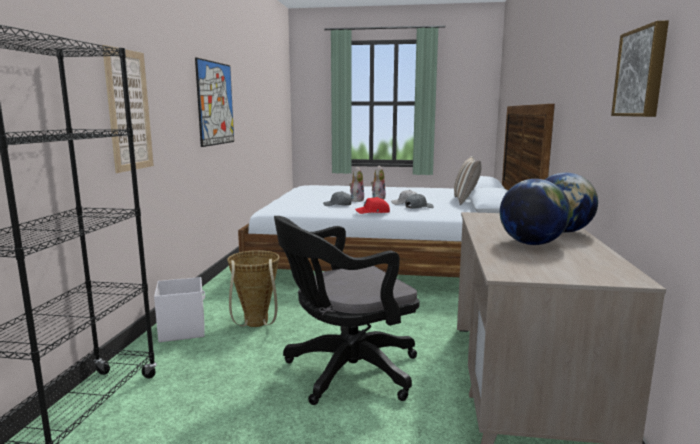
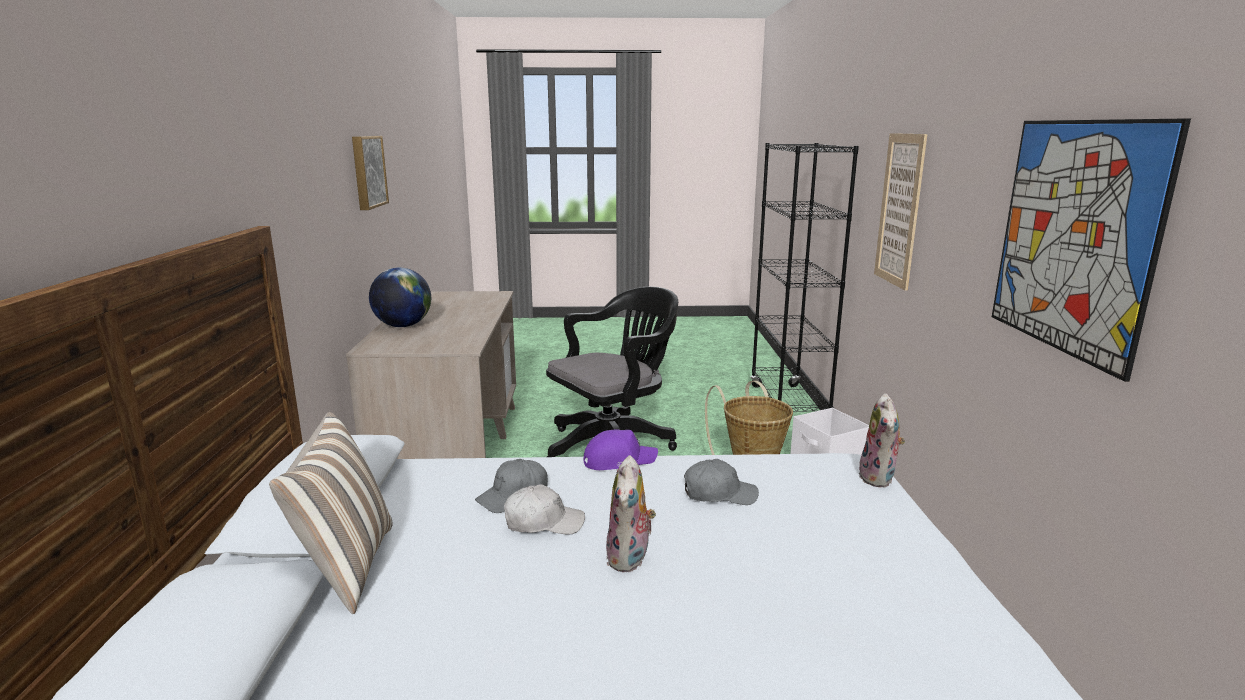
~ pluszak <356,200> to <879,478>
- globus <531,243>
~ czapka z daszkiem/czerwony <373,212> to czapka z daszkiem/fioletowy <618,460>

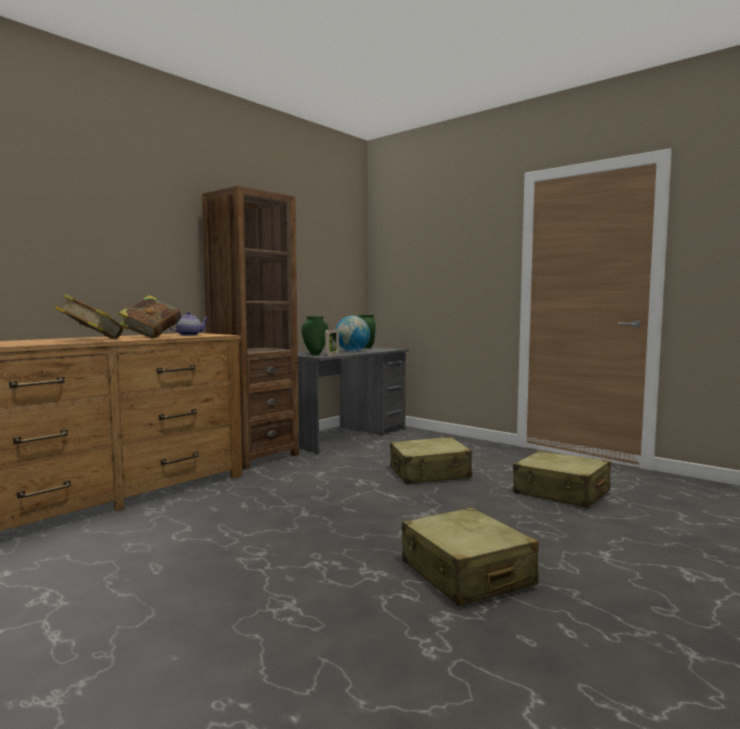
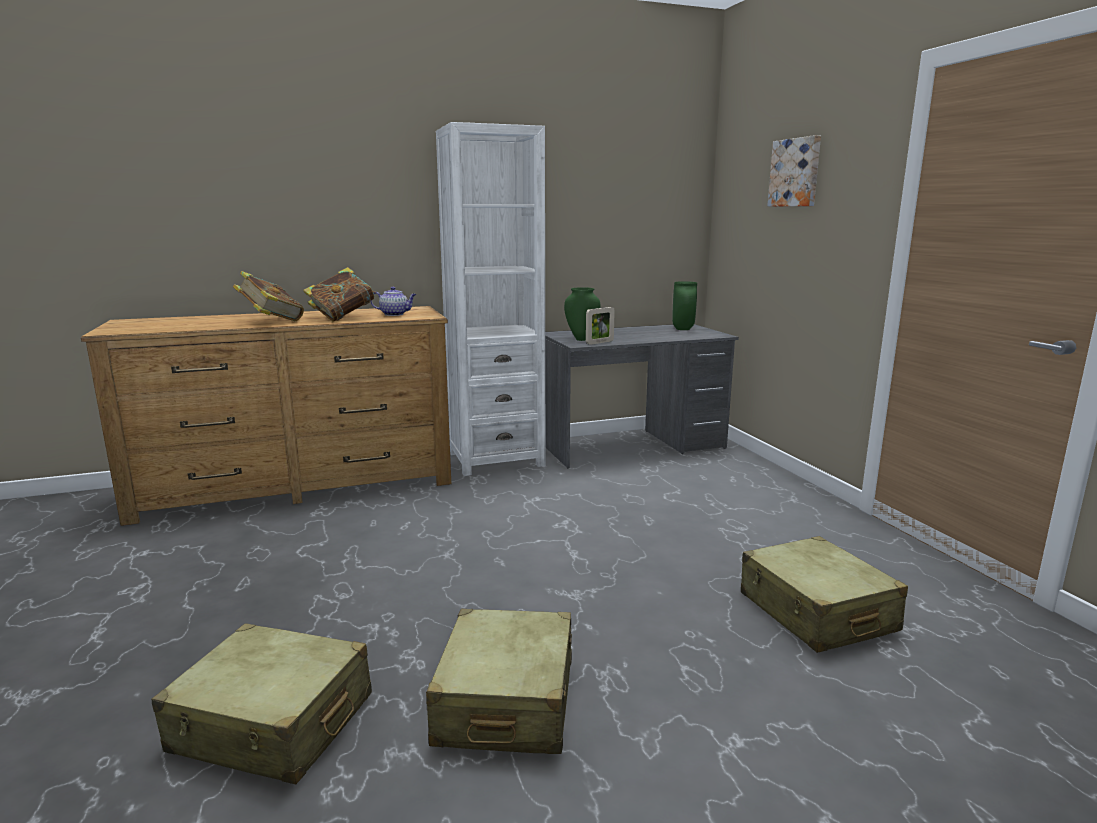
~ regał/brązowy <255,456> to regał/biały <496,459>
- globus <352,351>
~ walizka/beżowy <430,473> to <273,724>
+ obraz <796,173>

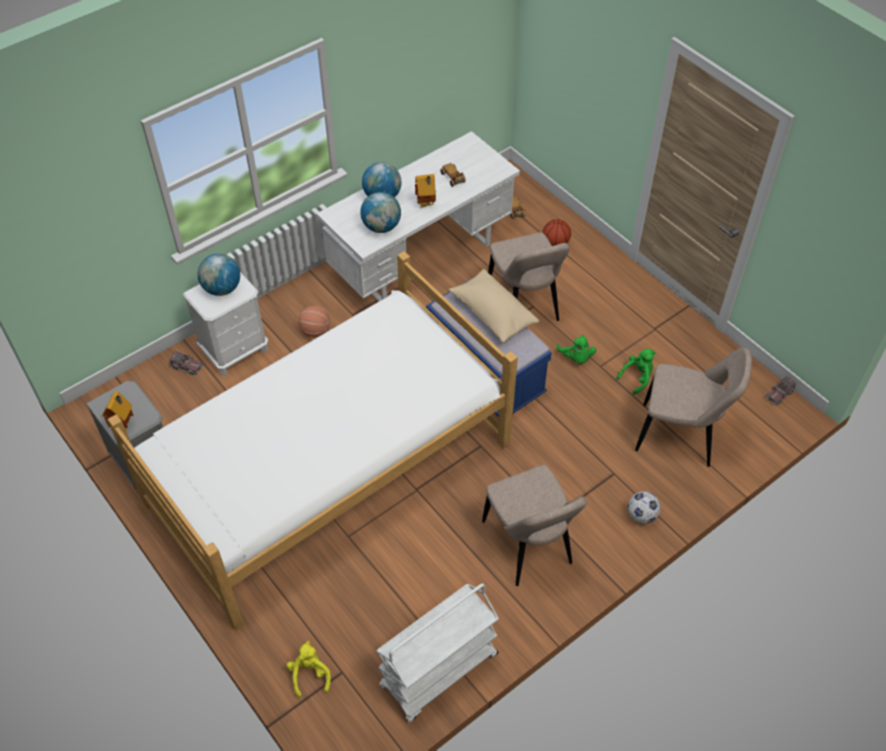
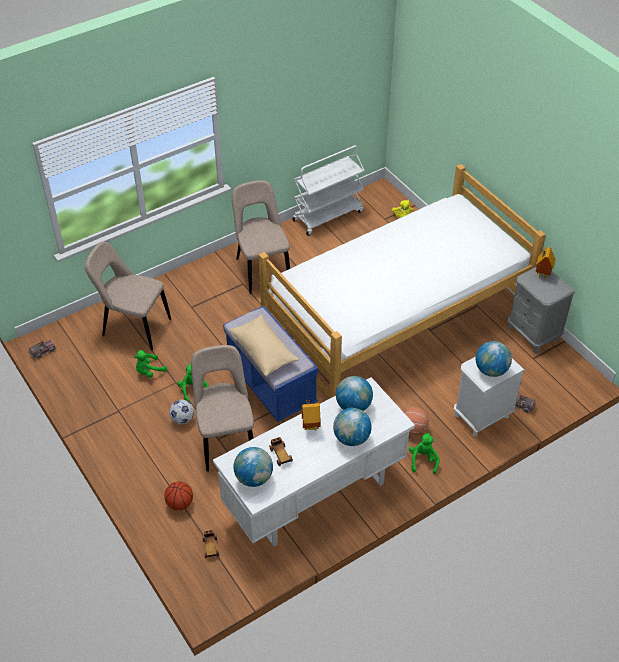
~ piłka futbolowa <641,515> to <182,419>
+ pluszak/zielony <423,460>
+ globus <254,478>

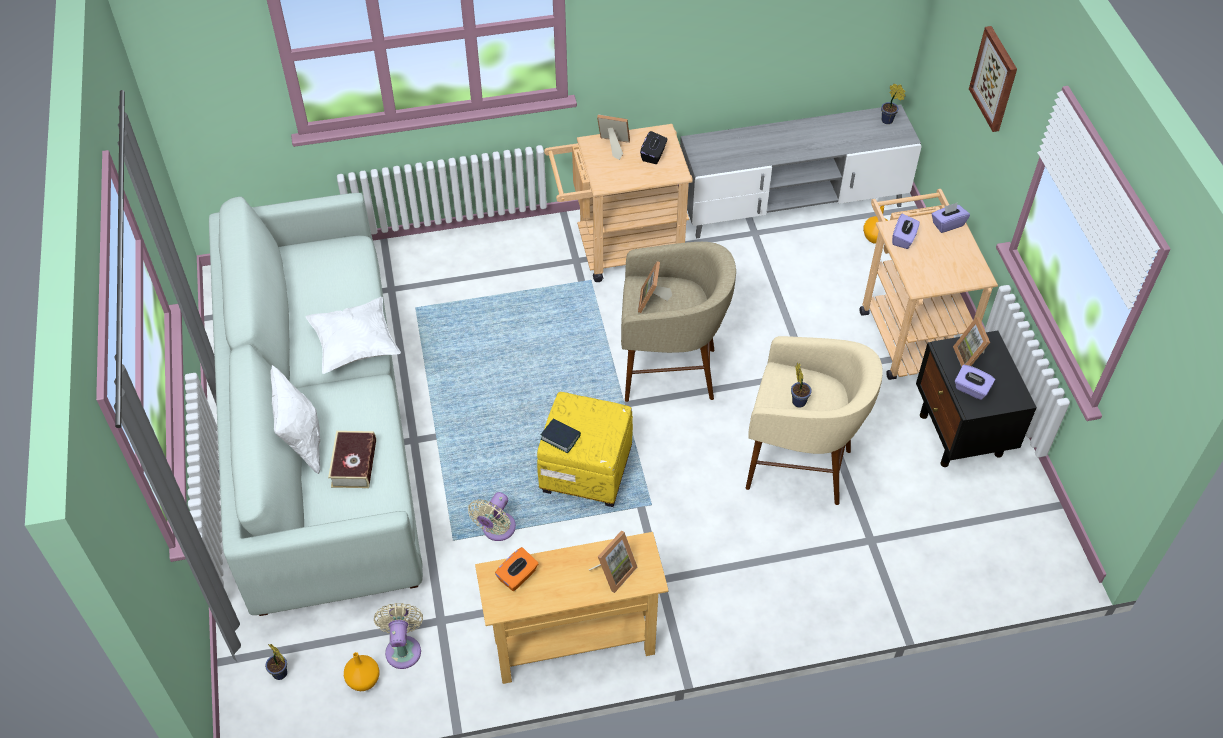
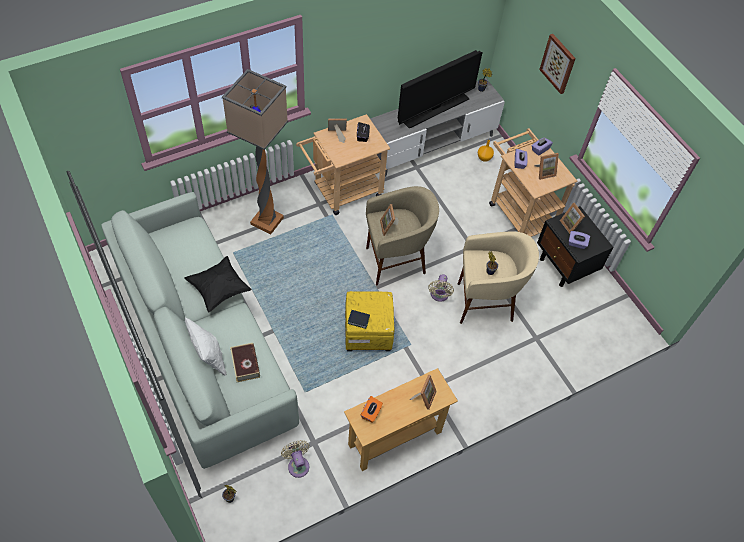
~ poduszka/biały <355,346> to poduszka/czarny <219,289>
~ wentylator/beżowy <496,530> to <439,295>
- wazon/pomarańczowy <363,680>
+ telewizor <435,109>
+ lampa stojąca <266,221>
+ ramka na zdjęcie <544,172>

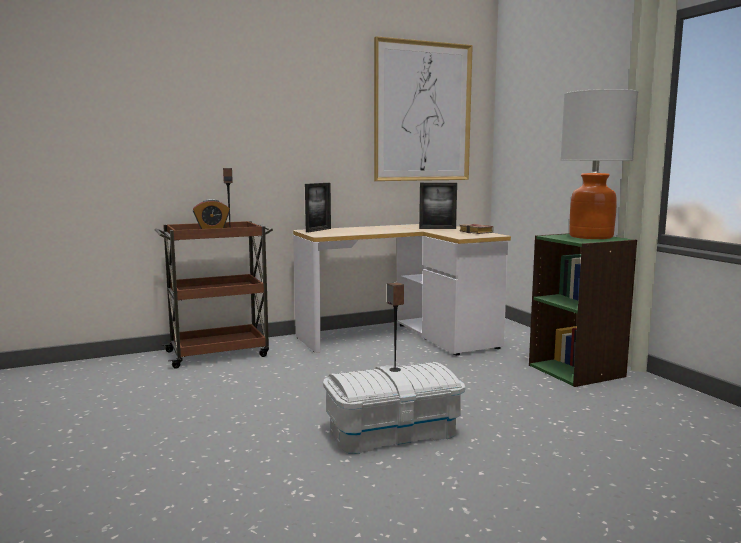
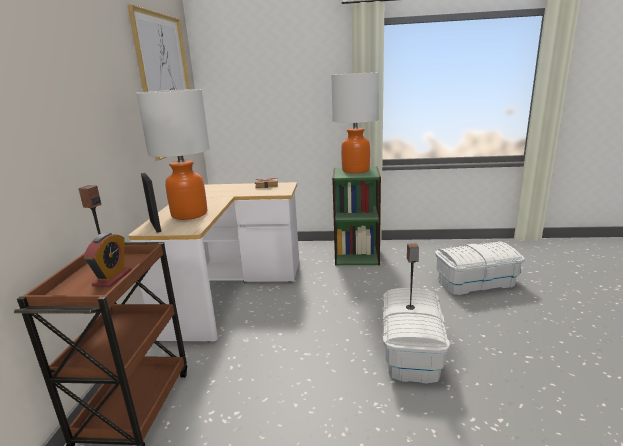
- ramka na zdjęcie <437,228>
+ lampa stołowa <190,214>
+ pojemnik do przechowywania/biały <475,282>

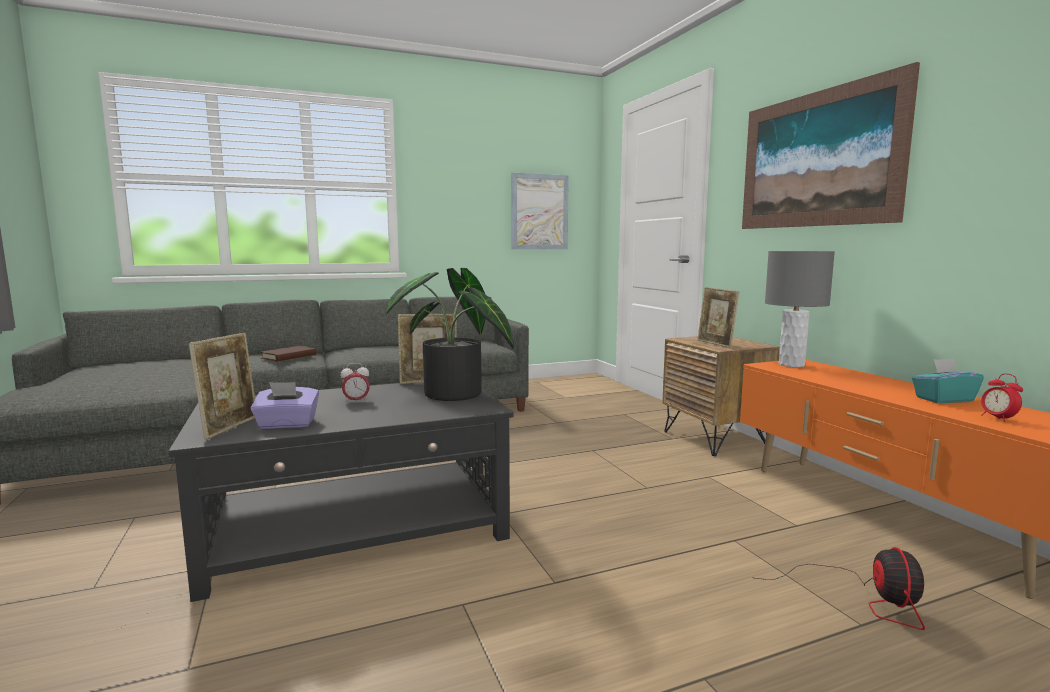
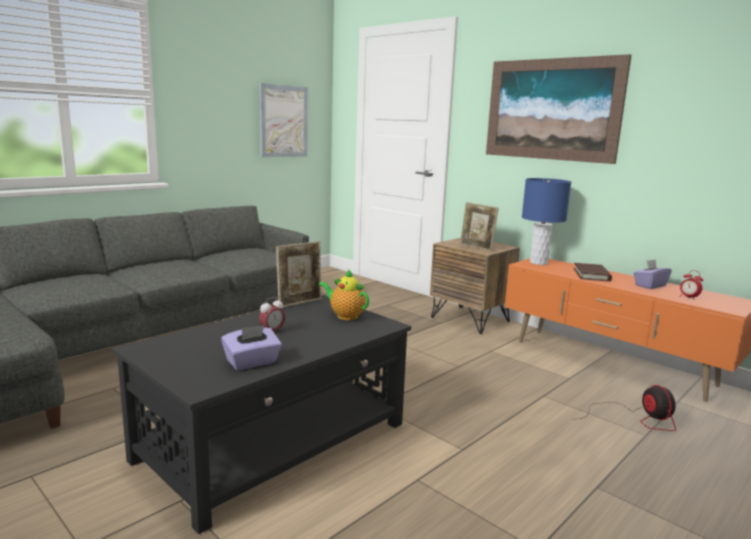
~ lampa stołowa/szary <791,364> to lampa stołowa/niebieski <538,262>
~ roślina doniczkowa <455,396> to imbryk <345,316>
- ramka na zdjęcie <230,427>
~ książka/brązowy <289,357> to <591,275>
~ pudełko chusteczek/turkusowy <943,399> to pudełko chusteczek/fioletowy <649,285>

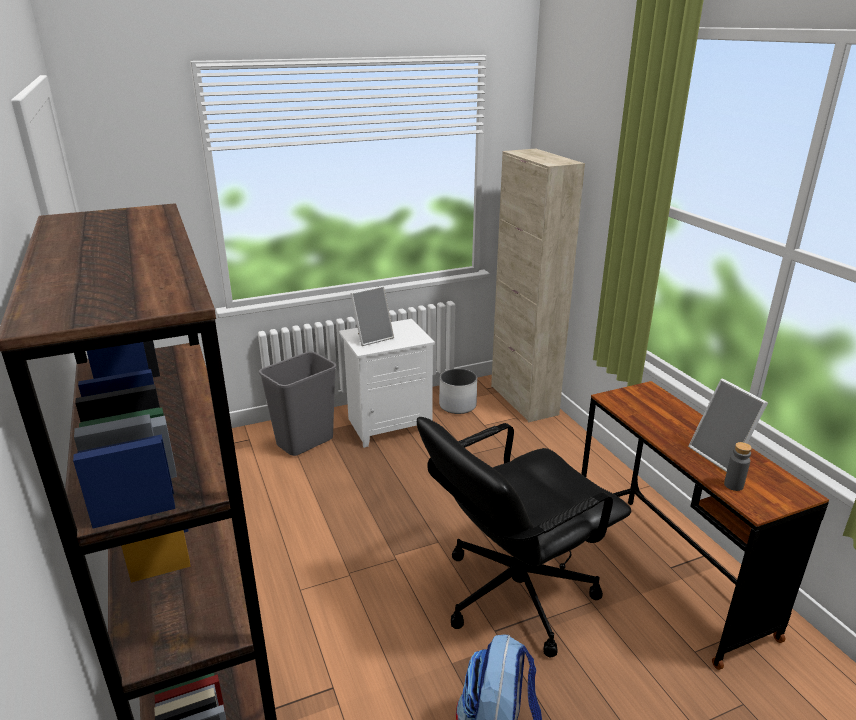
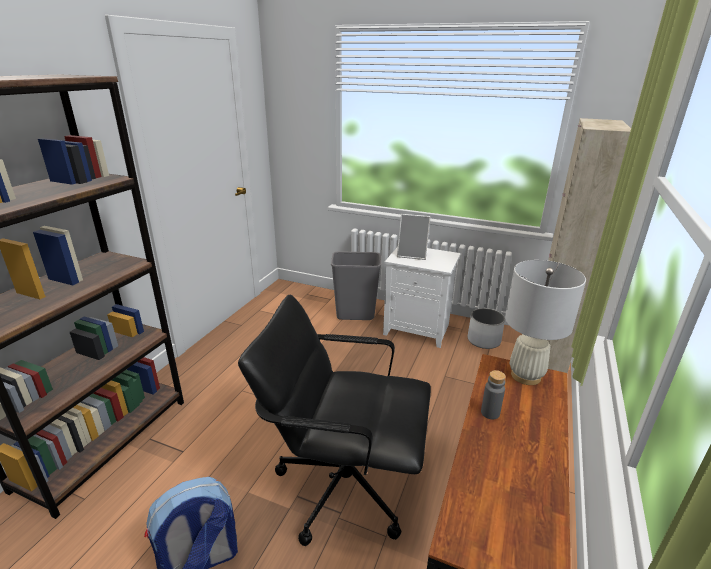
- ramka na zdjęcie <722,456>
~ butelka/szary <733,485> to <490,413>
+ lampa stołowa/biały <526,376>

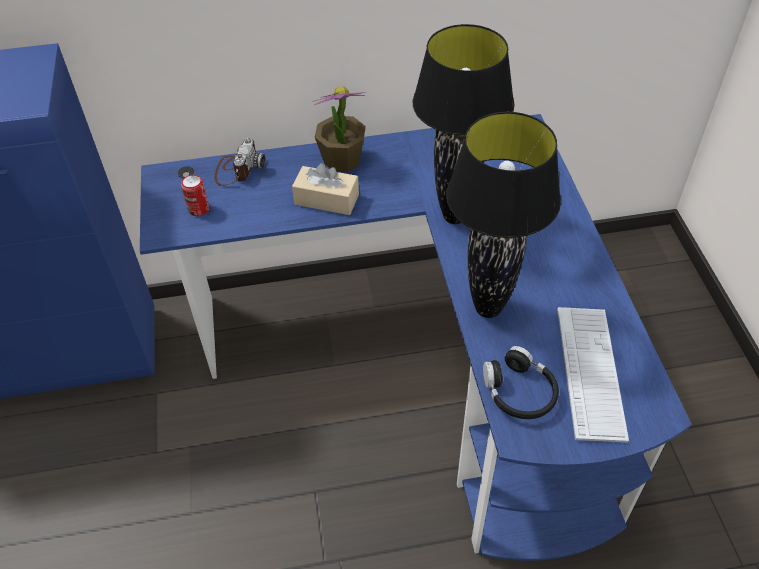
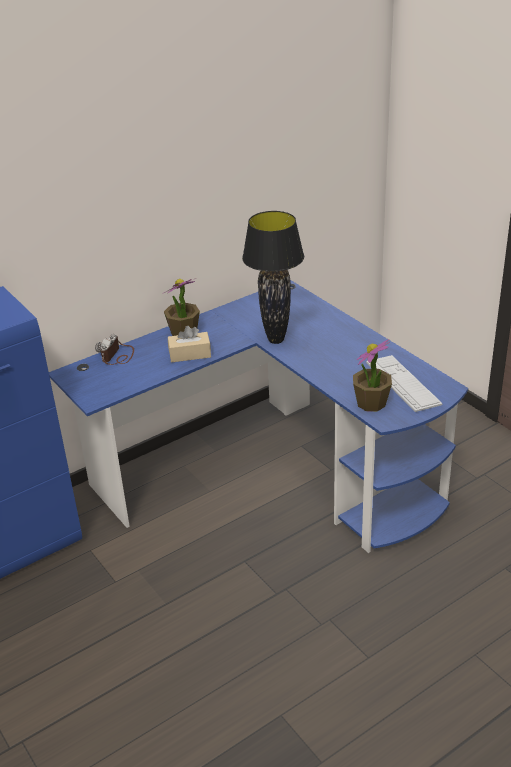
- lampa stołowa/czarny <488,309>
~ aparat fotograficzny <237,169> = <117,356> 150 degrees counterclockwise
- puszka <198,209>
~ słuchawki/czarny <519,392> to roślina doniczkowa <371,403>

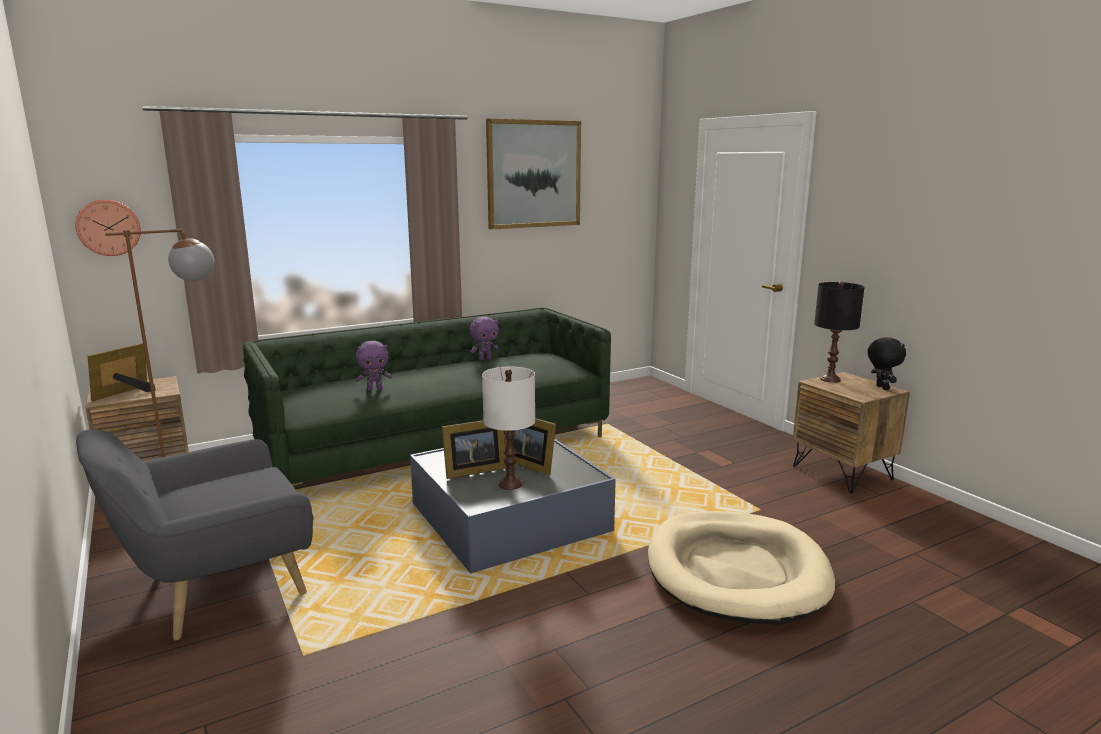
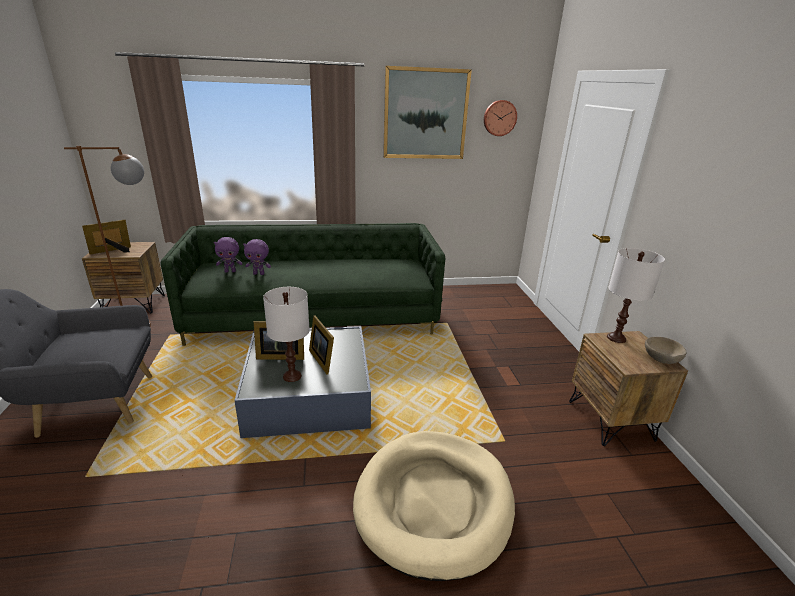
~ zegar ścienny <108,227> to <499,118>
~ lampa stołowa/czarny <829,379> to lampa stołowa/biały <616,338>
~ pluszak/fioletowy <485,359> to <230,271>
~ pluszak/czarny <881,387> to miska/beżowy <660,359>

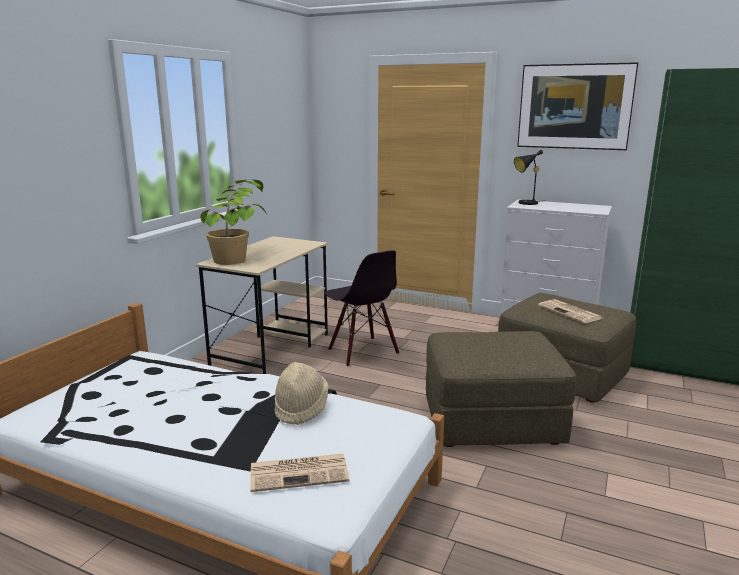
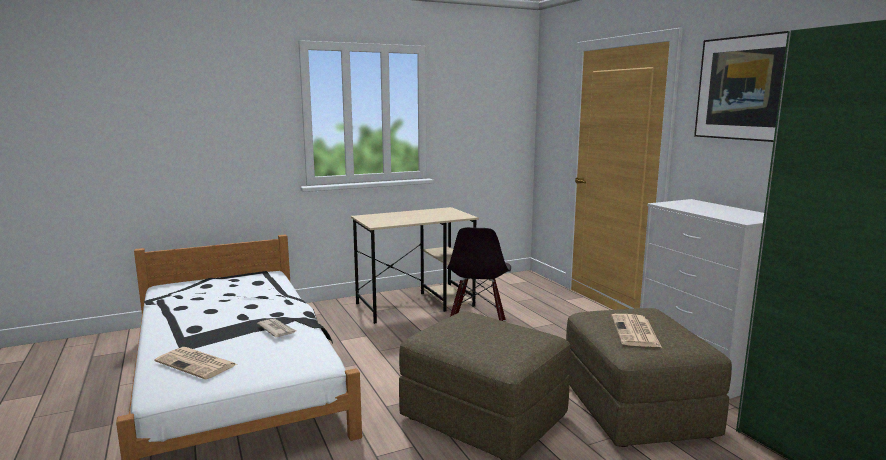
- lampa stołowa/czarny <526,203>
- roślina doniczkowa <240,256>
~ kapelusz/beżowy <301,408> to gazeta <277,329>

